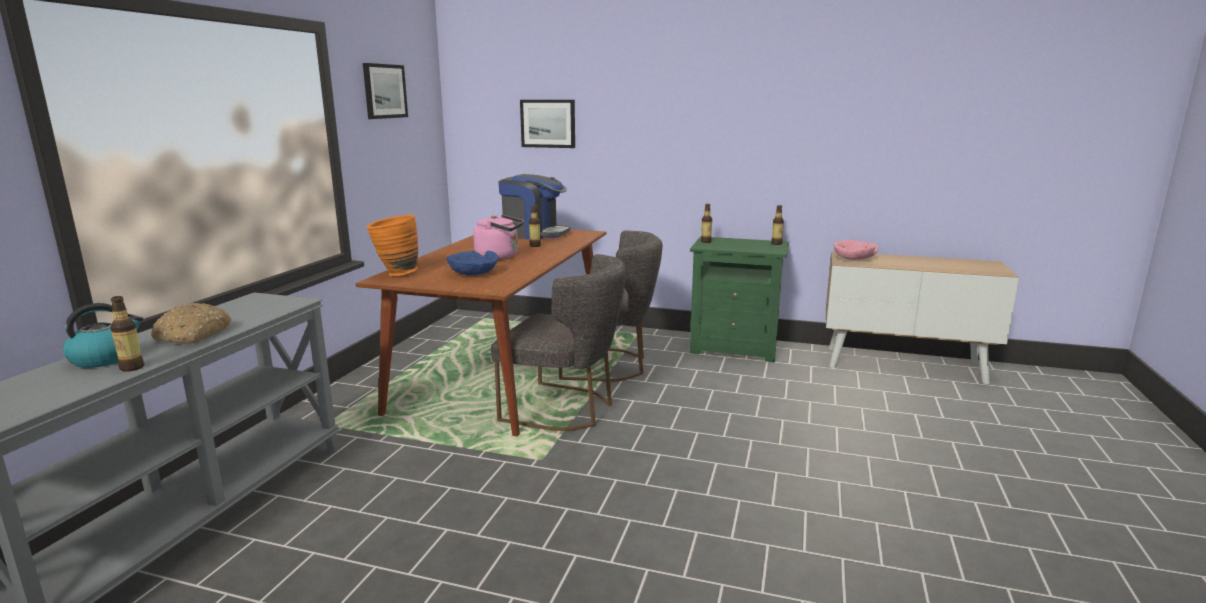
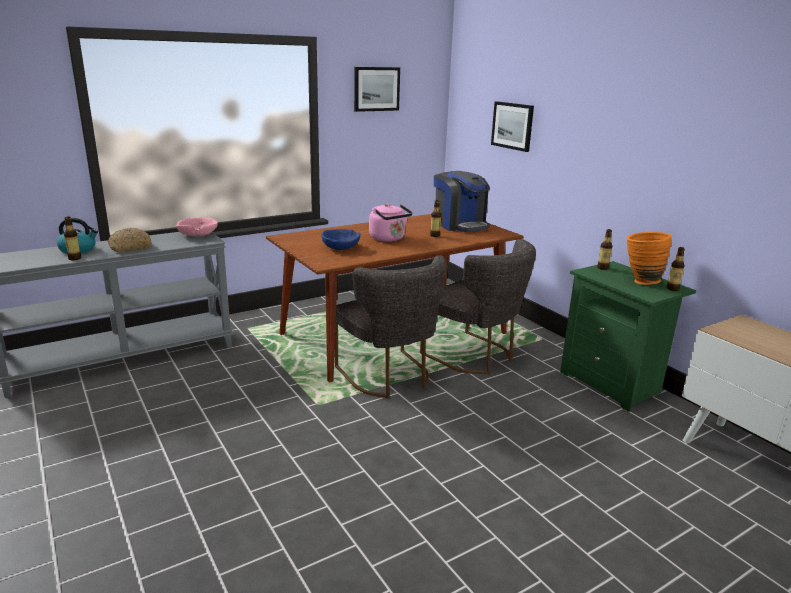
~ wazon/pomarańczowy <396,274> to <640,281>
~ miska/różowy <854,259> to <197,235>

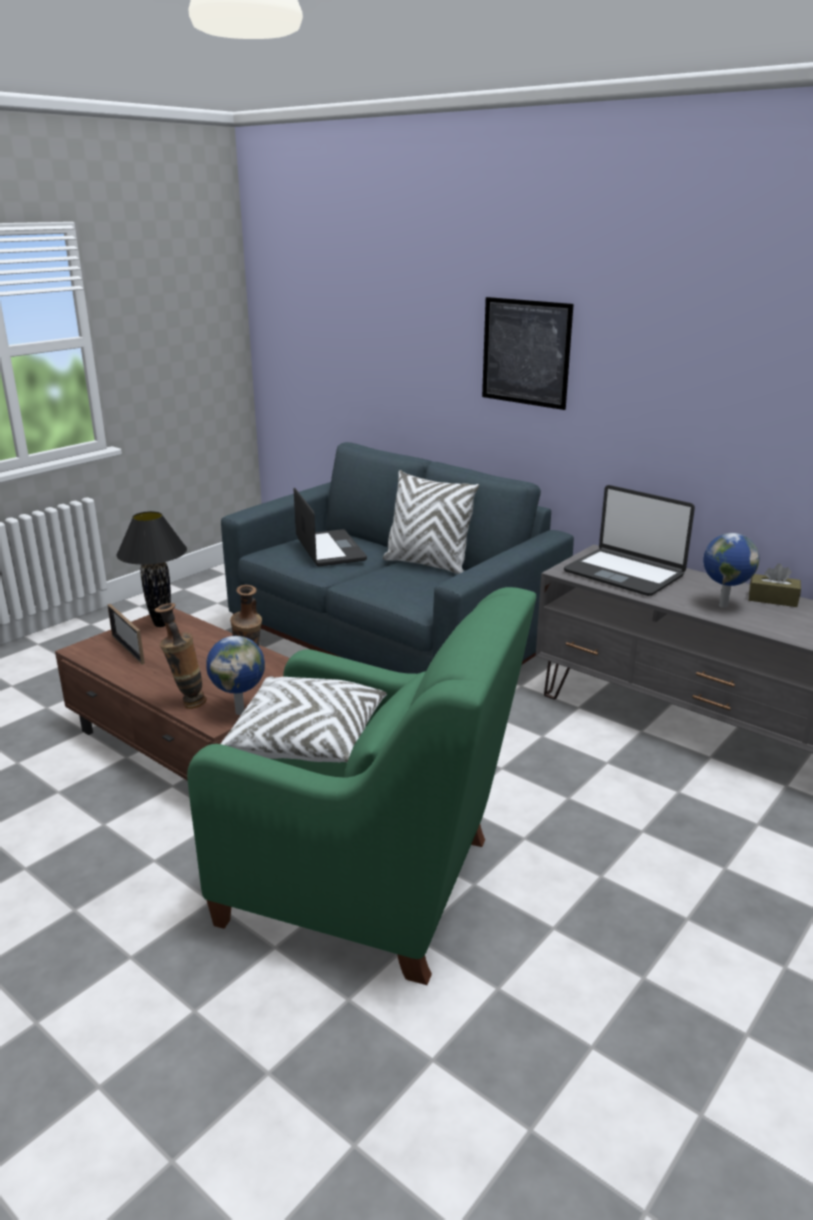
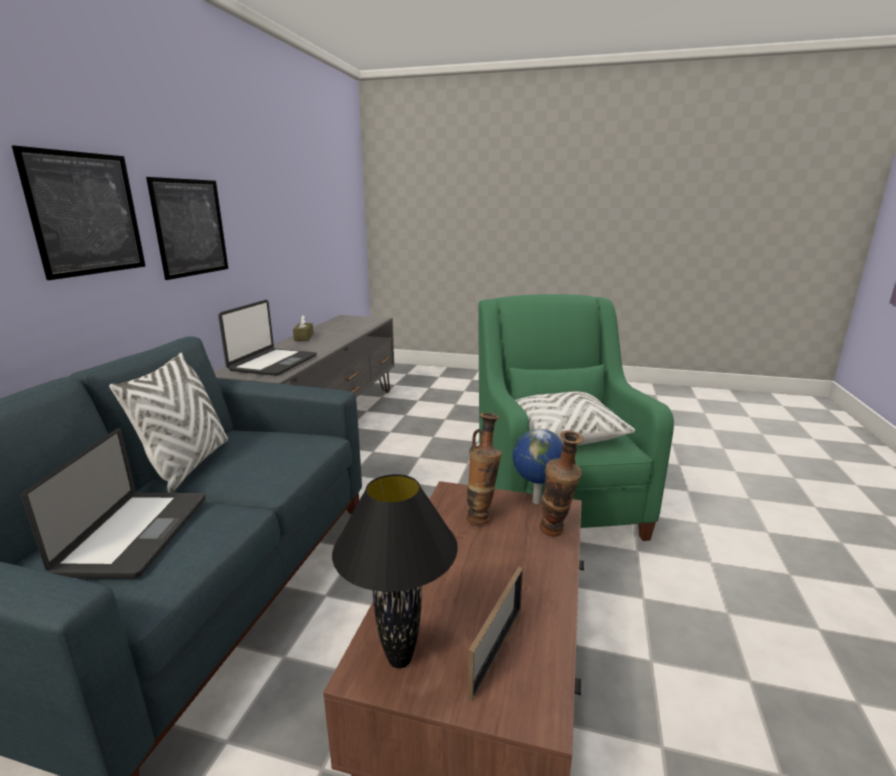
~ laptop <330,549> = <136,534> 135 degrees clockwise
- globus <722,605>
+ obraz <190,227>

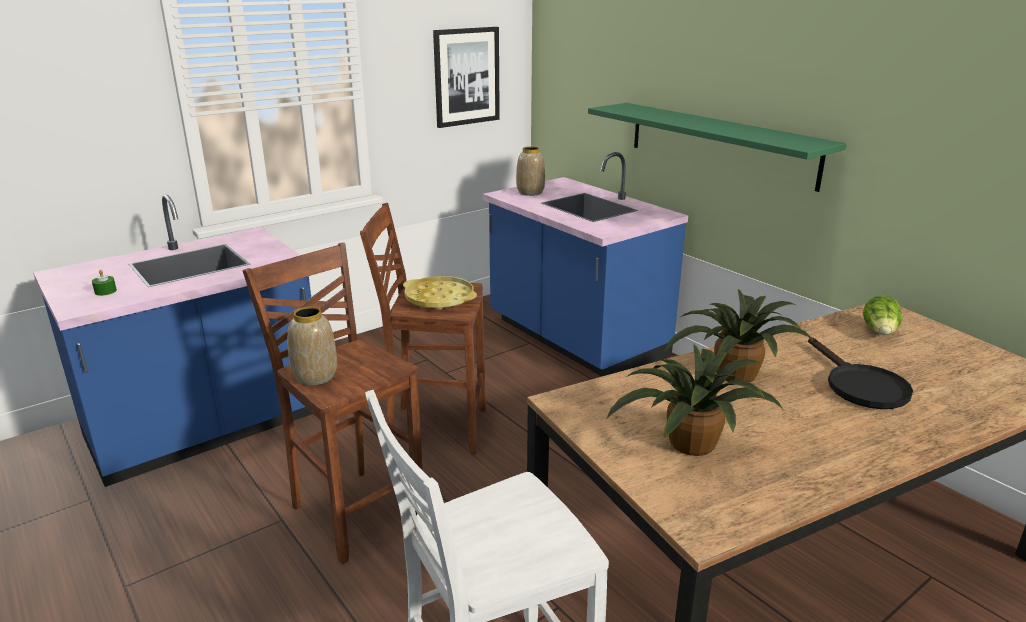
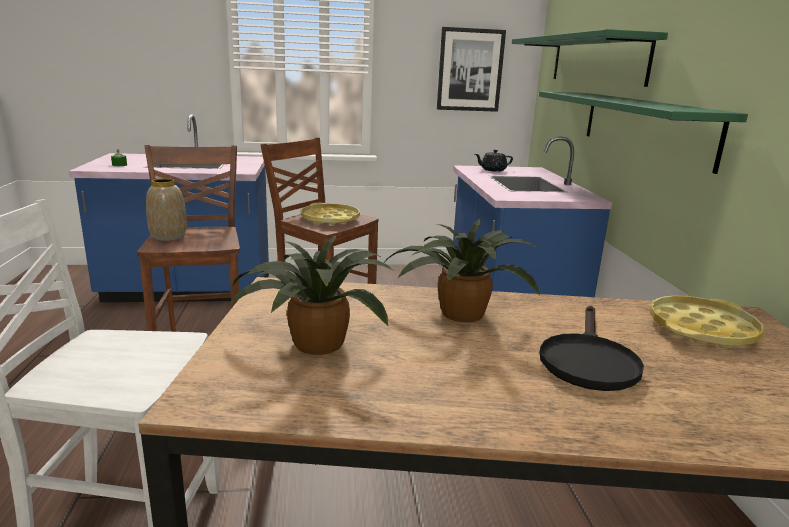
~ wazon <530,192> to imbryk/czarny <492,170>
~ sałata <880,332> to taca/żółty <702,329>
+ półka/zielony <596,60>

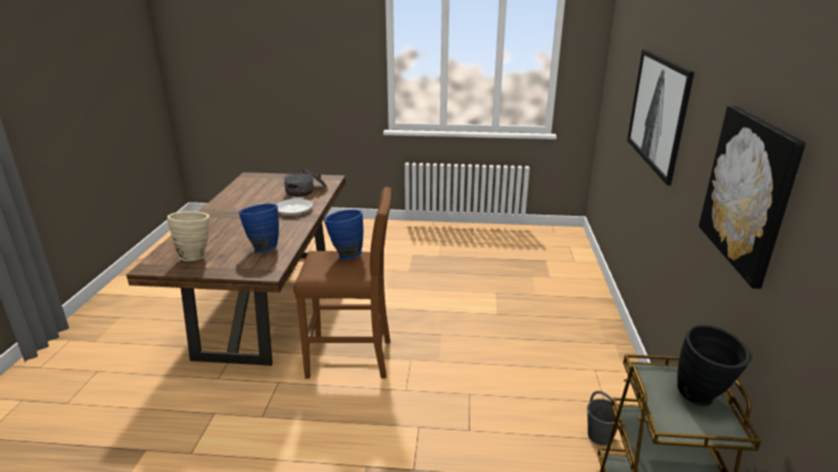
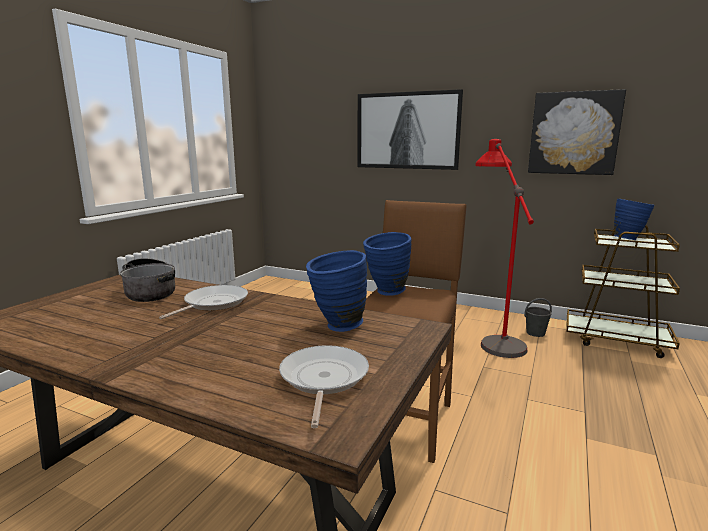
~ wazon/beżowy <196,256> to patelnia <323,379>
~ wazon/czarny <702,399> to wazon/niebieski <628,239>
+ lampa stojąca/czerwony <493,334>

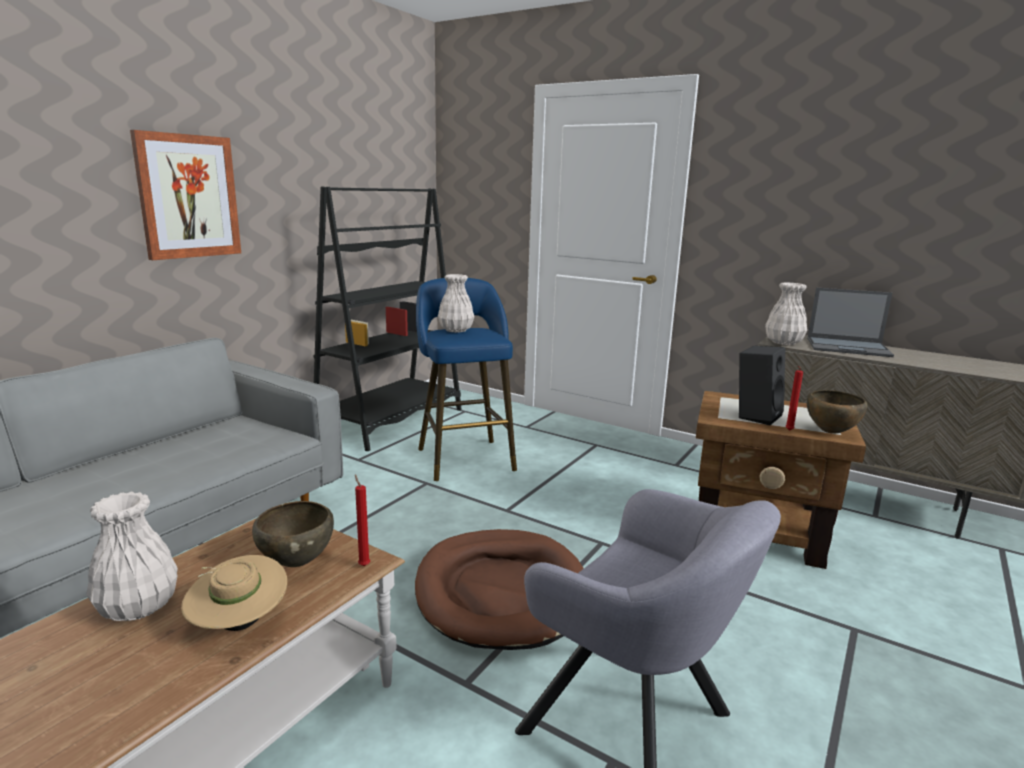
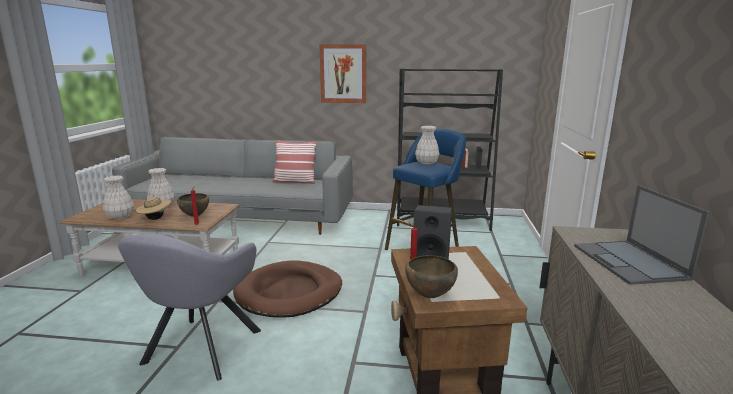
~ wazon/biały <783,342> to <120,216>
+ poduszka <295,181>

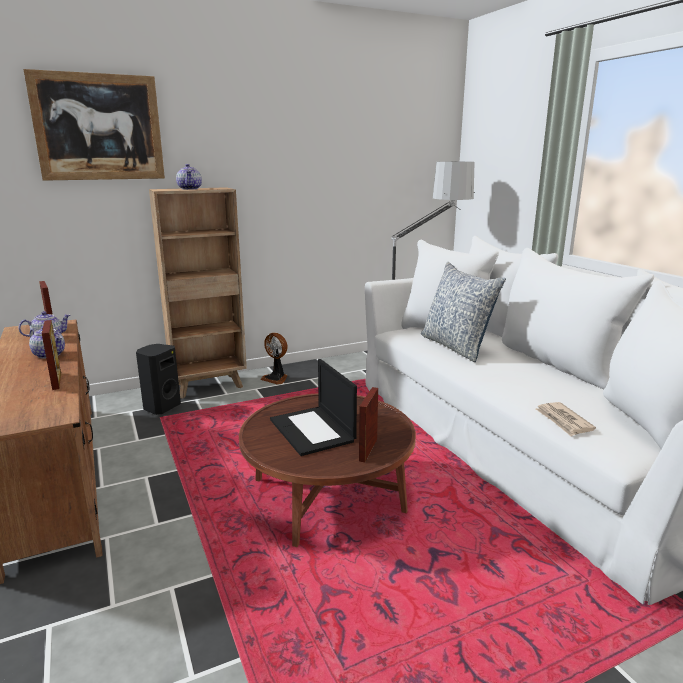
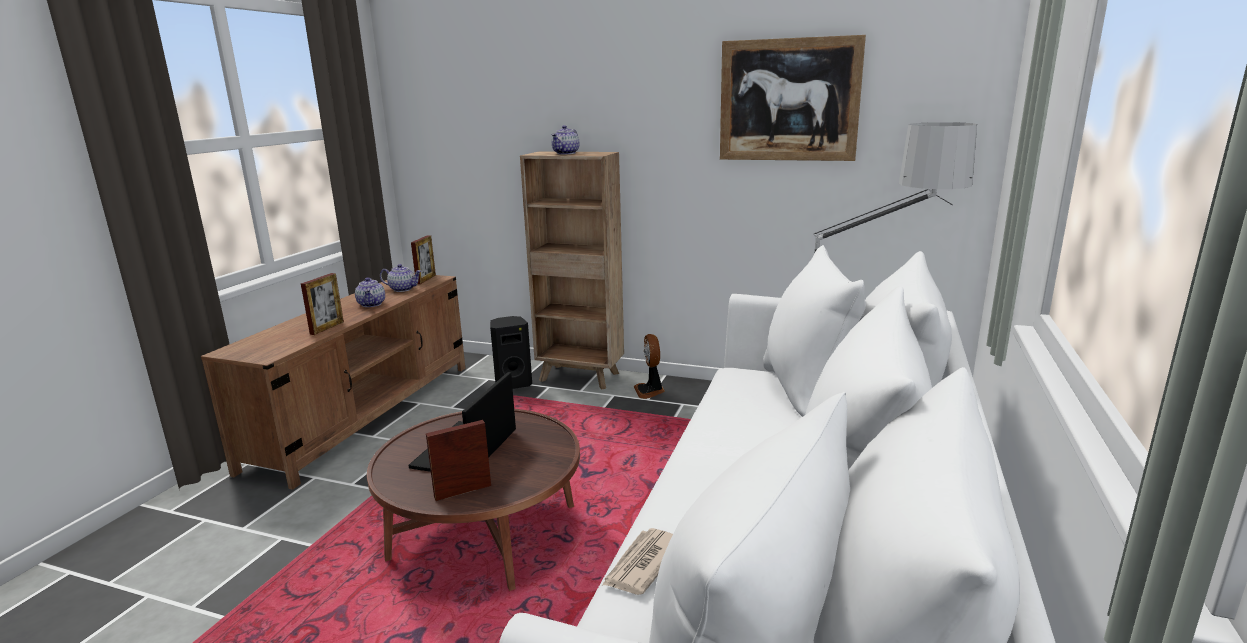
~ obraz <99,127> to <788,100>
- poduszka <456,347>

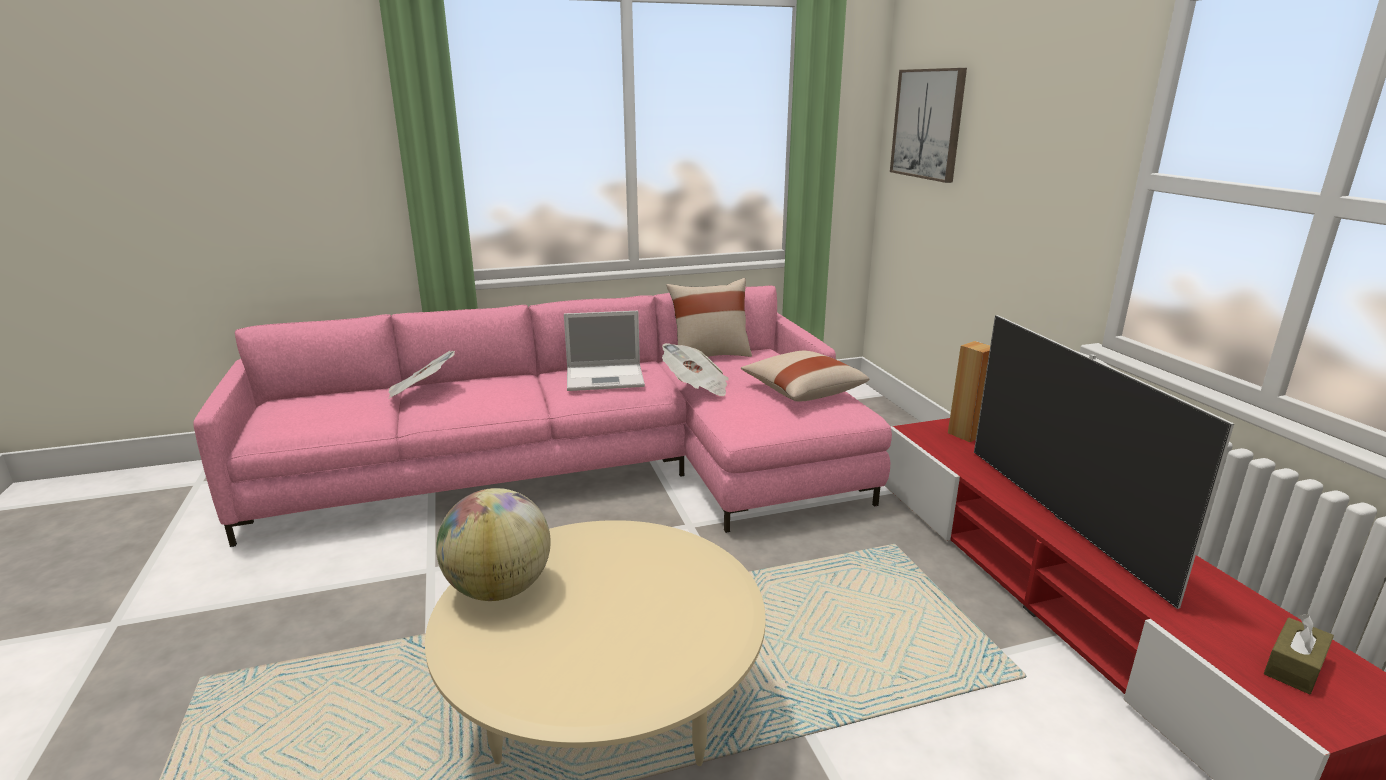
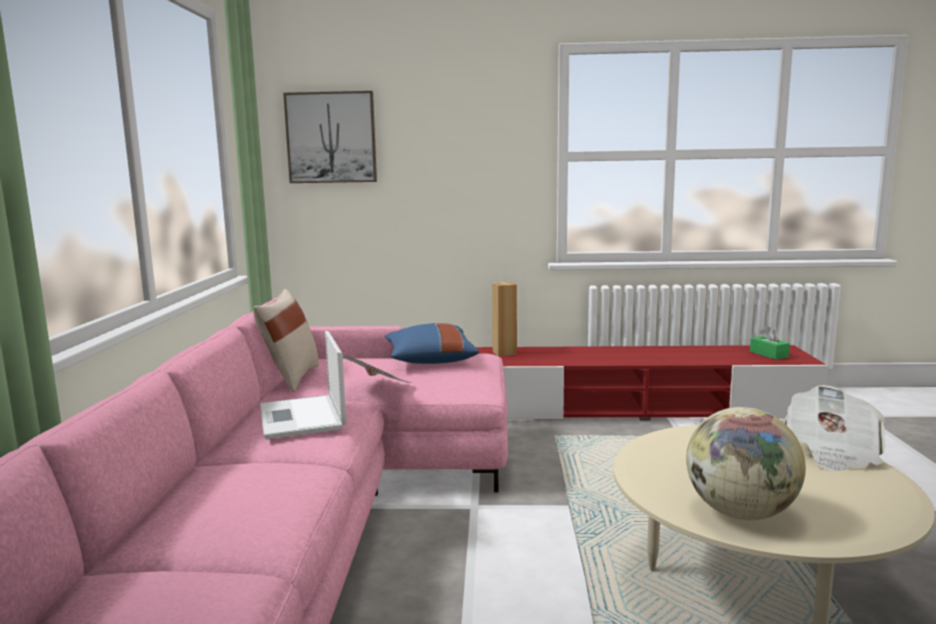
~ laptop <606,377> = <302,418> 150 degrees clockwise
- telewizor <1060,518>
~ gazeta <421,392> to <832,452>
~ poduszka/beżowy <802,391> to poduszka/niebieski <430,360>
~ pudełko chusteczek/brązowy <1294,666> to pudełko chusteczek/zielony <768,354>

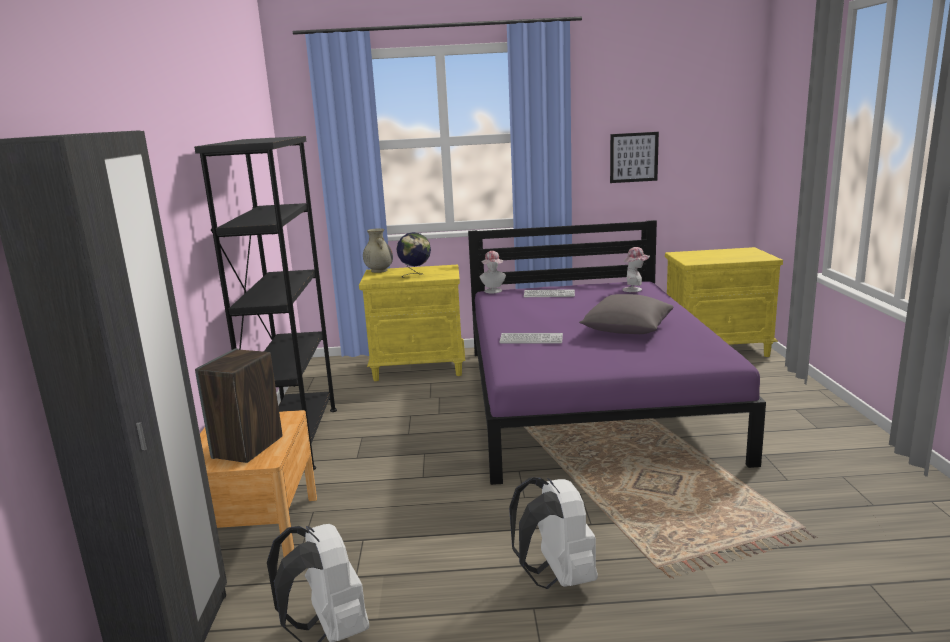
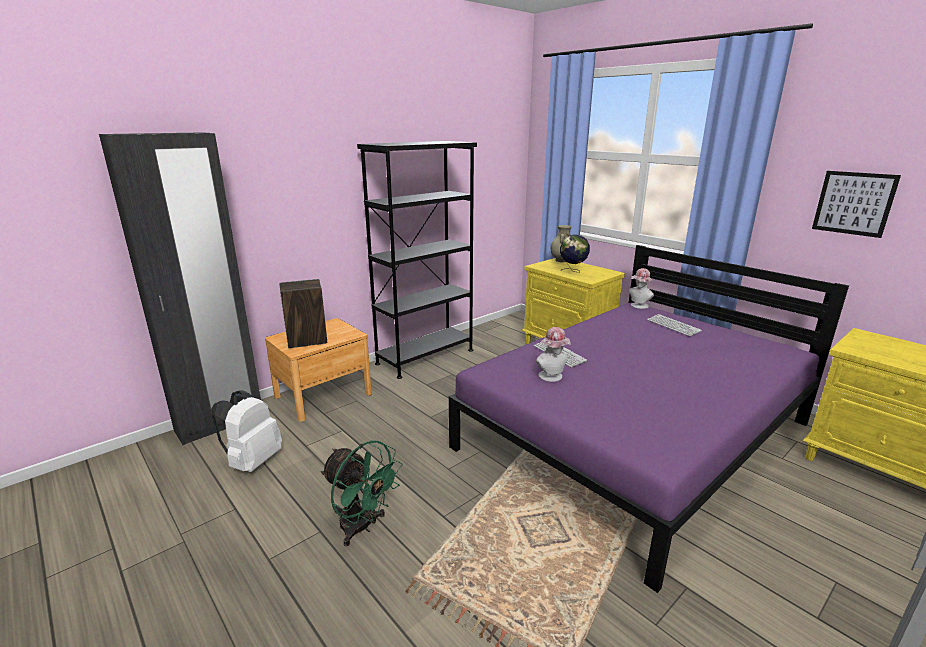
~ kapelusz <635,289> to <552,377>
- poduszka/szary <626,330>
~ plecak/biały <557,577> to wentylator/zielony <362,527>

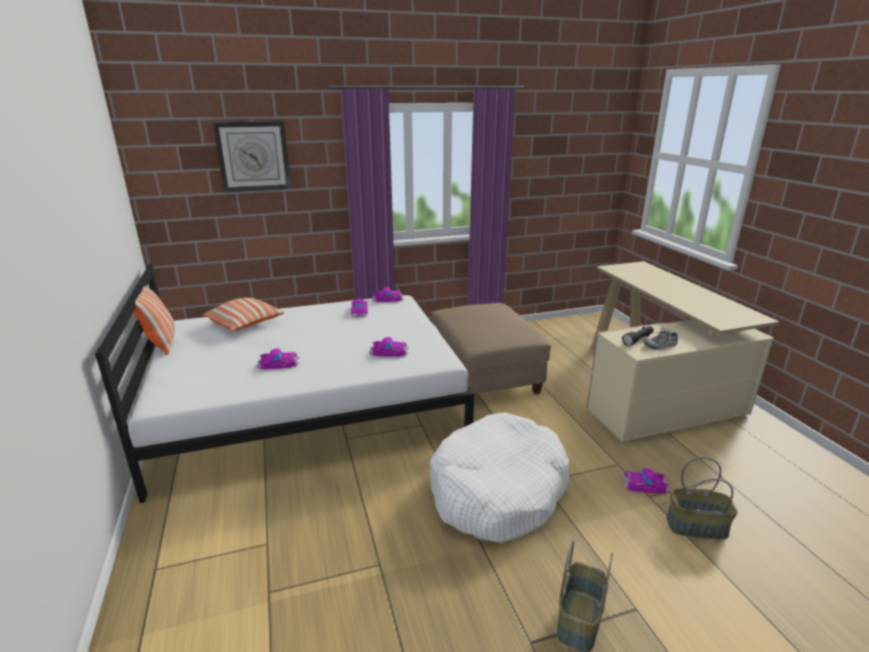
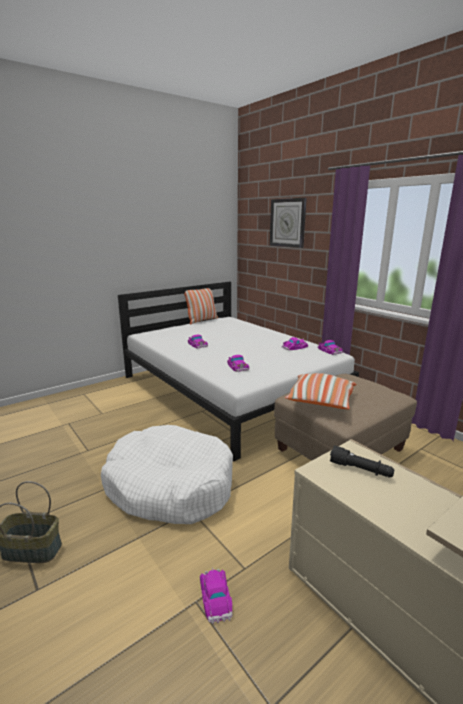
~ poduszka <245,324> to <321,401>
- but <660,346>
- koszyk <697,526>

